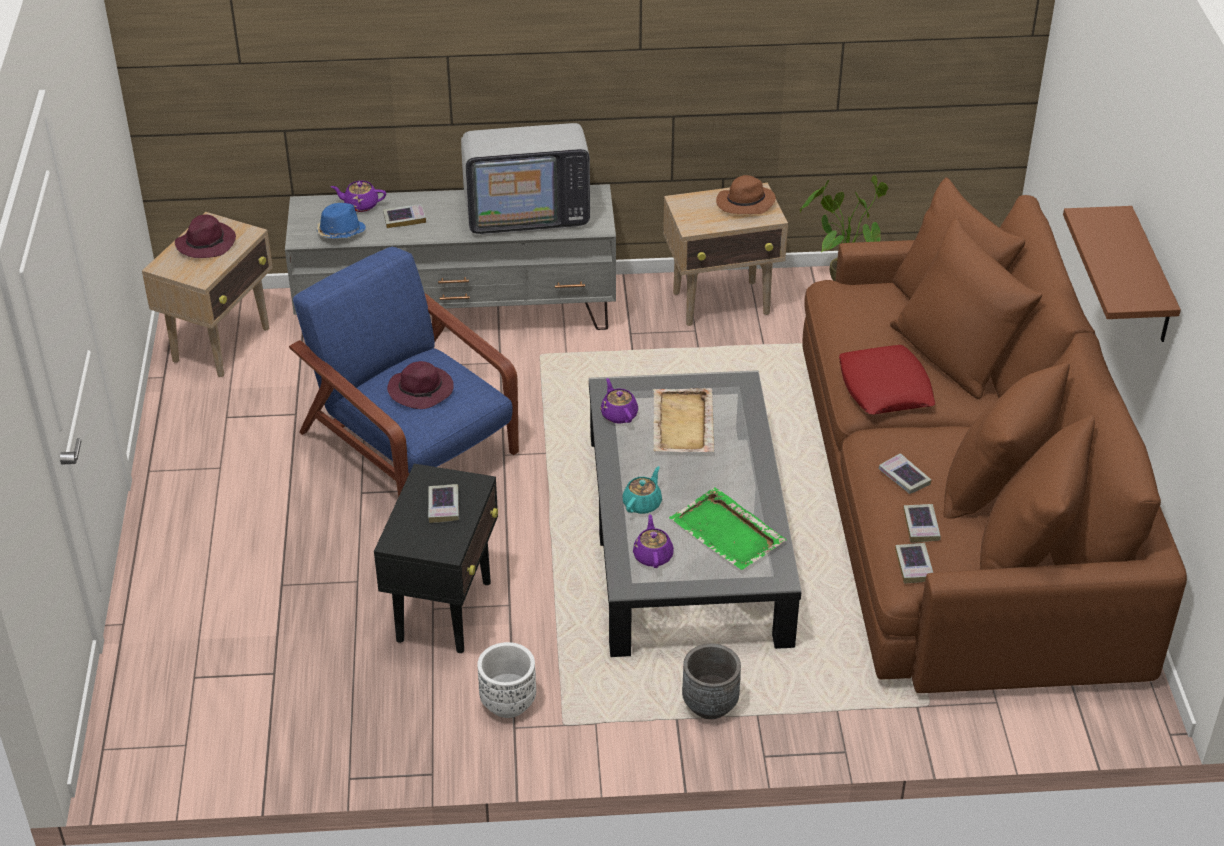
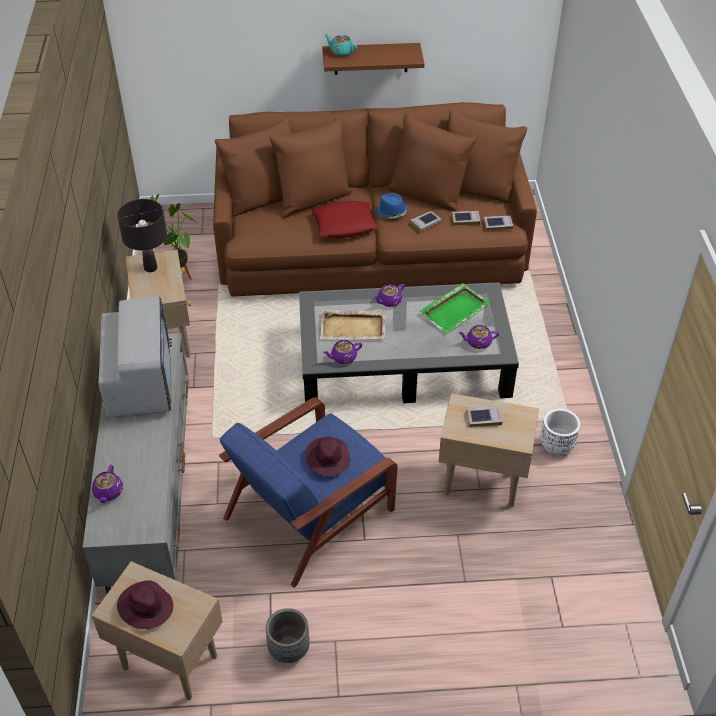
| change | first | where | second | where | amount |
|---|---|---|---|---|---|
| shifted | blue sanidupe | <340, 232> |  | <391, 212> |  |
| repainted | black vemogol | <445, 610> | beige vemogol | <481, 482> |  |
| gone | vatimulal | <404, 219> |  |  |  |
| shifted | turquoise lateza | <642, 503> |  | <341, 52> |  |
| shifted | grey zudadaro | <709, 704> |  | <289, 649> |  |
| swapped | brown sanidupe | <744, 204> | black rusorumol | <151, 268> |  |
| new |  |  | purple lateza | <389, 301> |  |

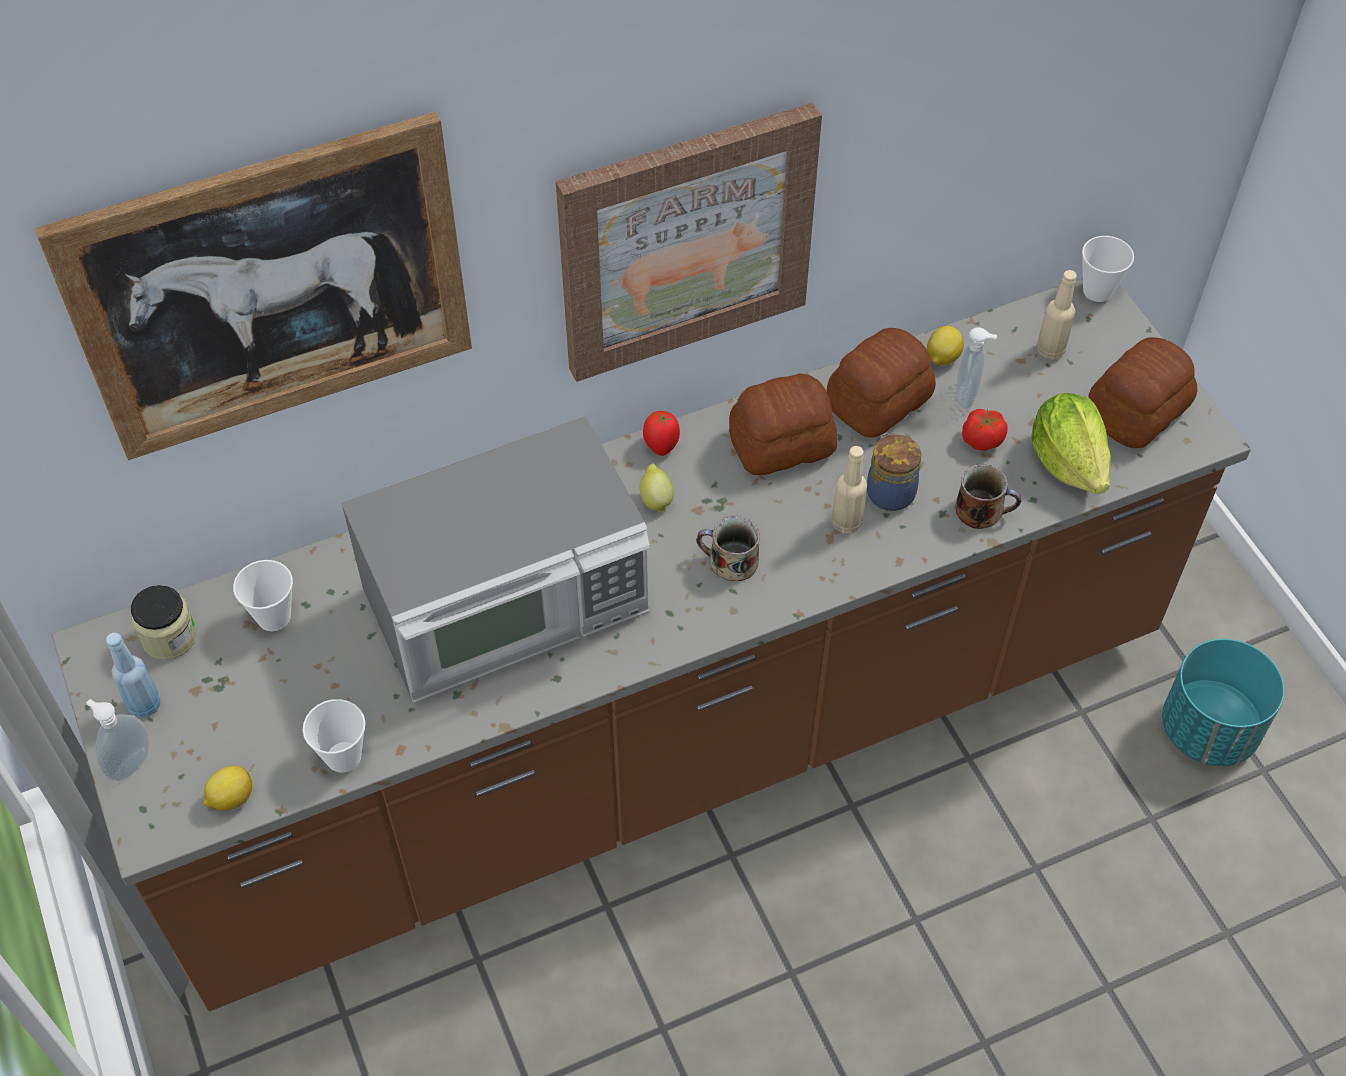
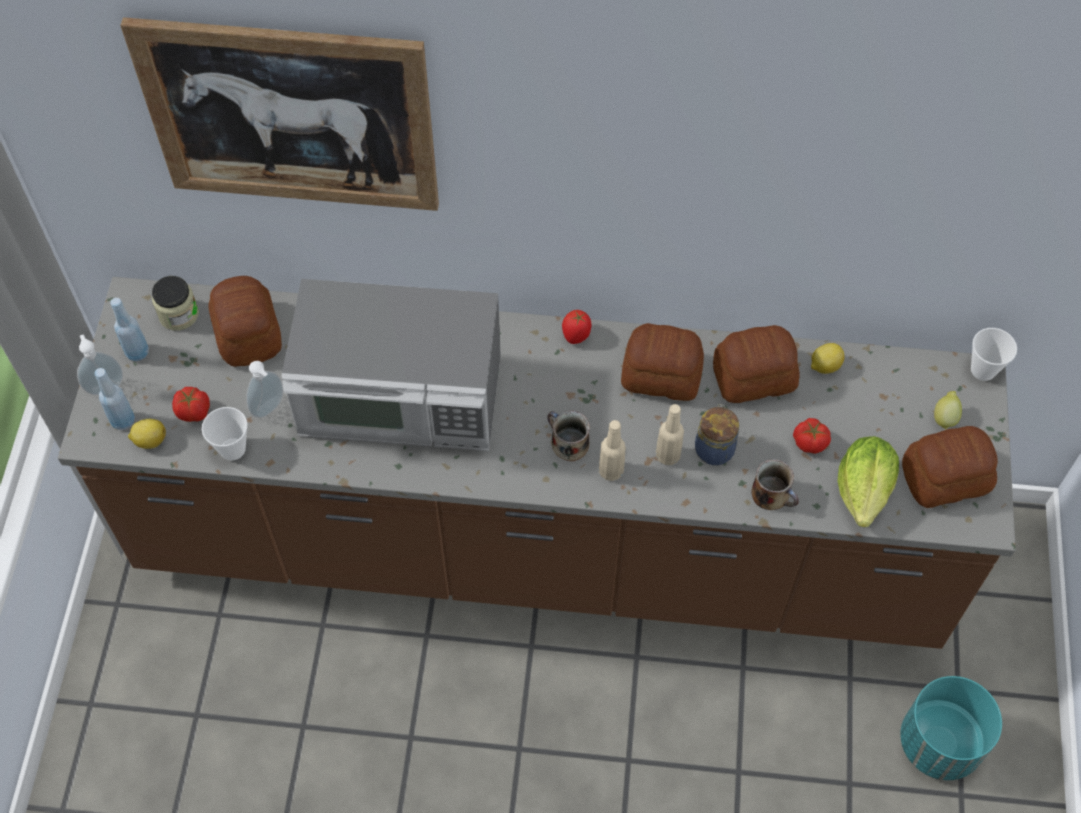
| change | first | where | second | where | amount |
|---|---|---|---|---|---|
| swapped | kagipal | <274, 617> | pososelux | <249, 333> |  |
| gone | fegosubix | <685, 241> |  |  |  |
| shifted | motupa | <656, 499> |  | <944, 417> |  |
| shifted | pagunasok | <968, 397> |  | <270, 408> |  |
| shifted | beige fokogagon | <1050, 350> |  | <610, 471> |  |
| new |  |  | blue fokogagon | <123, 420> |  |
| new |  |  | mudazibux | <194, 412> |  |

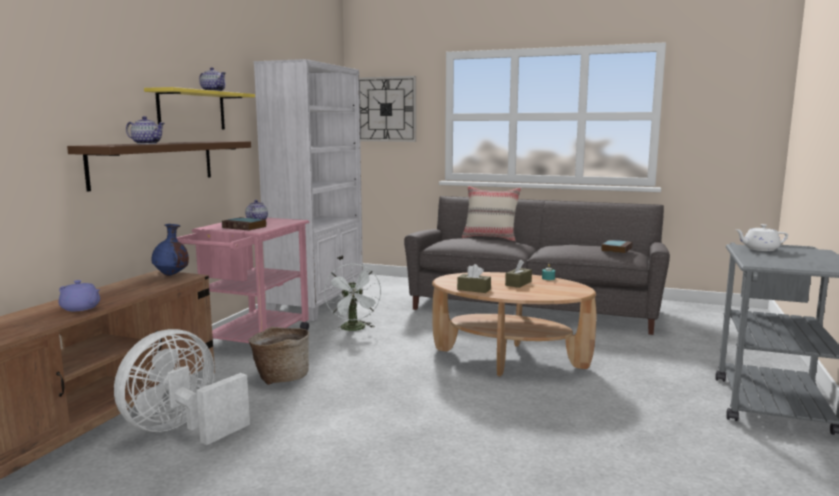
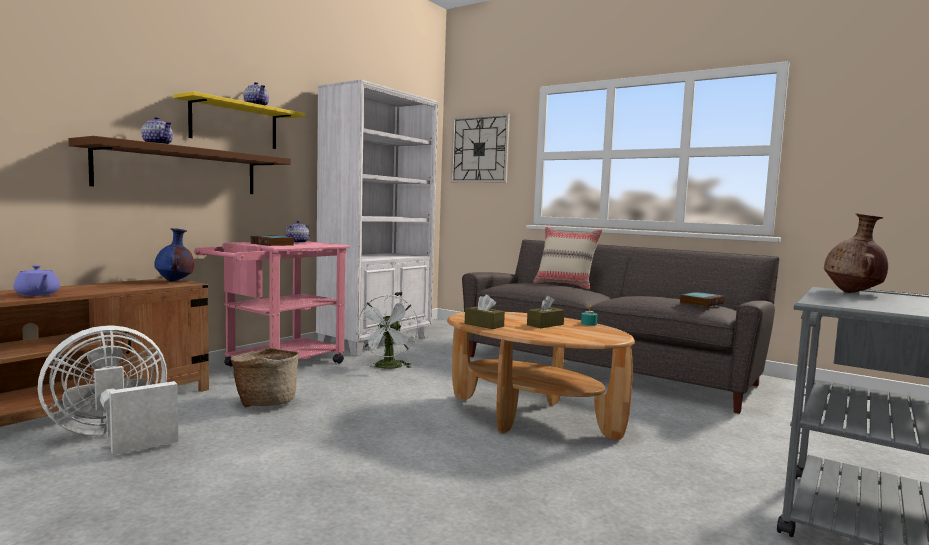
| change | first | where | second | where | amount |
|---|---|---|---|---|---|
| swapped | white lateza | <759, 249> | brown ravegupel | <853, 293> |  |

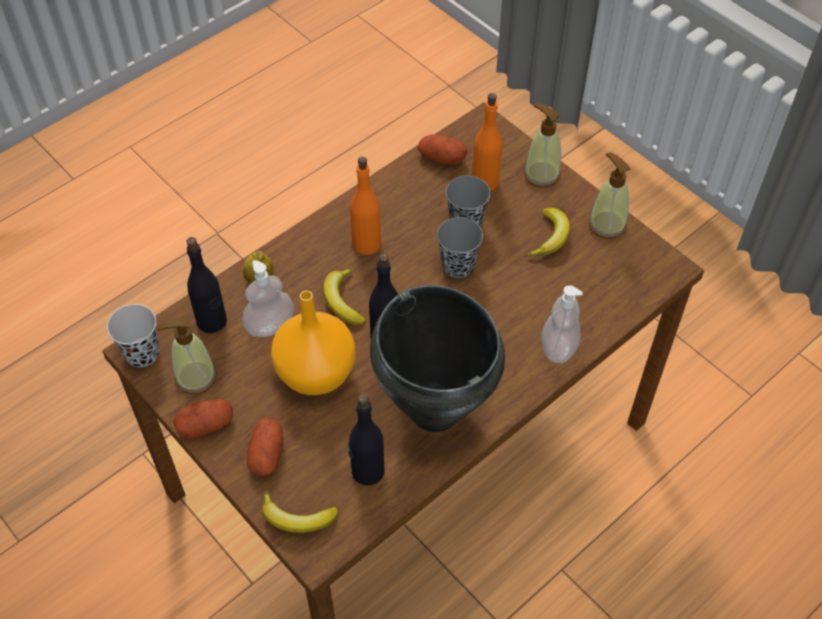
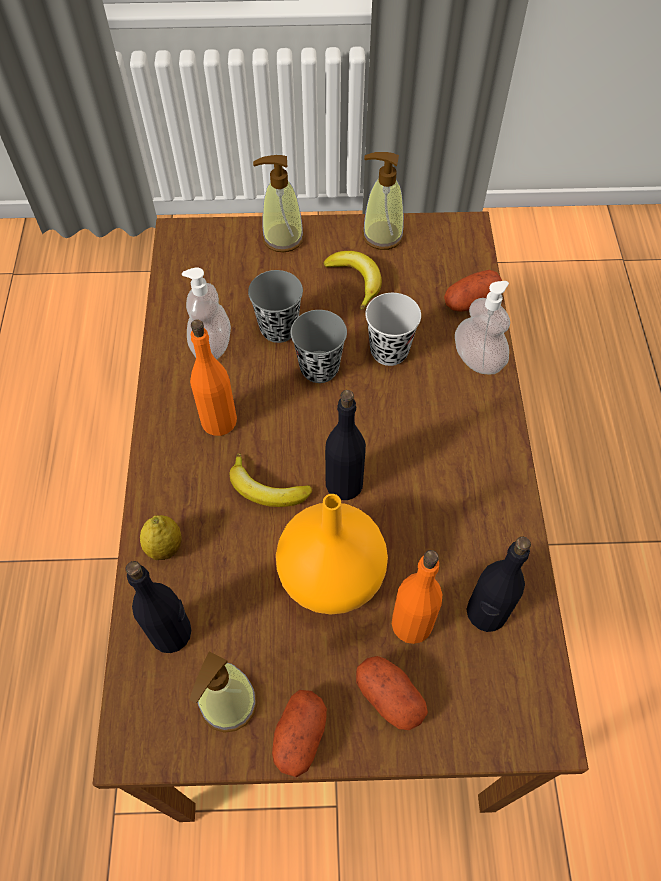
| change | first | where | second | where | amount |
|---|---|---|---|---|---|
| shifted | black kagipal | <142, 353> |  | <389, 351> |  |
| shifted | pagunasok | <270, 325> |  | <211, 346> |  |
| gone | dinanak | <297, 518> |  |  |  |
| gone | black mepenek | <435, 409> |  |  |  |
| shifted | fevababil | <441, 158> |  | <470, 301> |  |
| shifted | orange fokogagon | <485, 182> |  | <411, 623> |  |

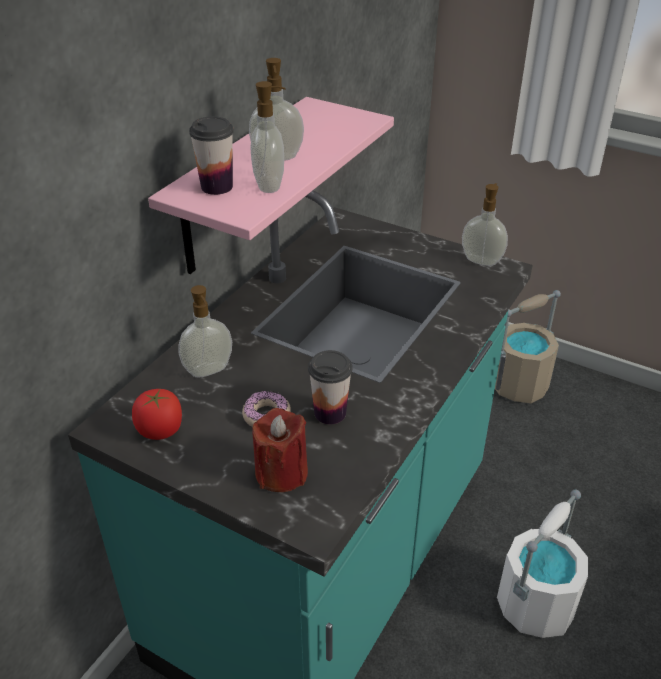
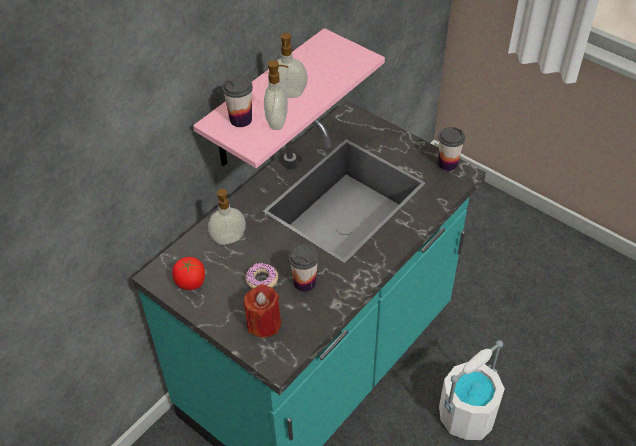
| change | first | where | second | where | amount |
|---|---|---|---|---|---|
| swapped | pagunasok | <482, 260> | kagipal | <447, 164> |  |
| gone | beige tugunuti | <519, 384> |  |  |  |

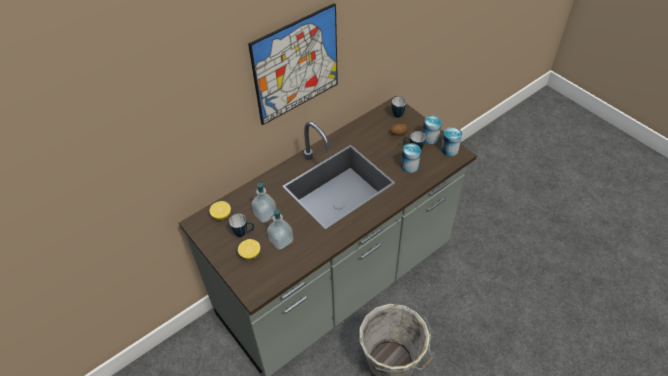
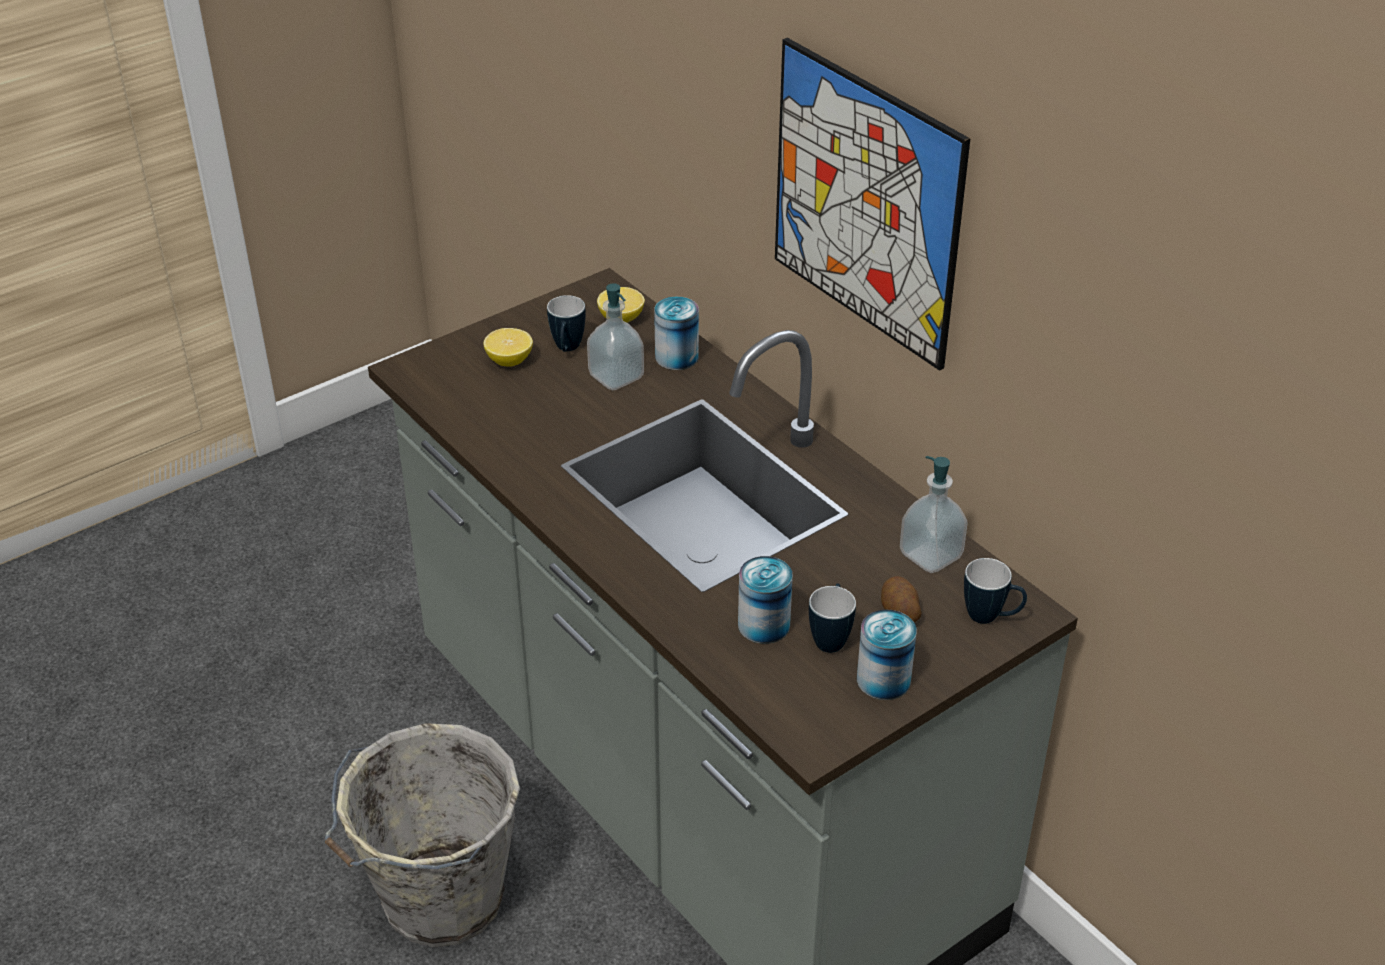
| change | first | where | second | where | amount |
|---|---|---|---|---|---|
| shifted | pagunasok | <281, 240> |  | <930, 555> |  |
| shifted | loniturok | <449, 149> |  | <676, 357> |  |

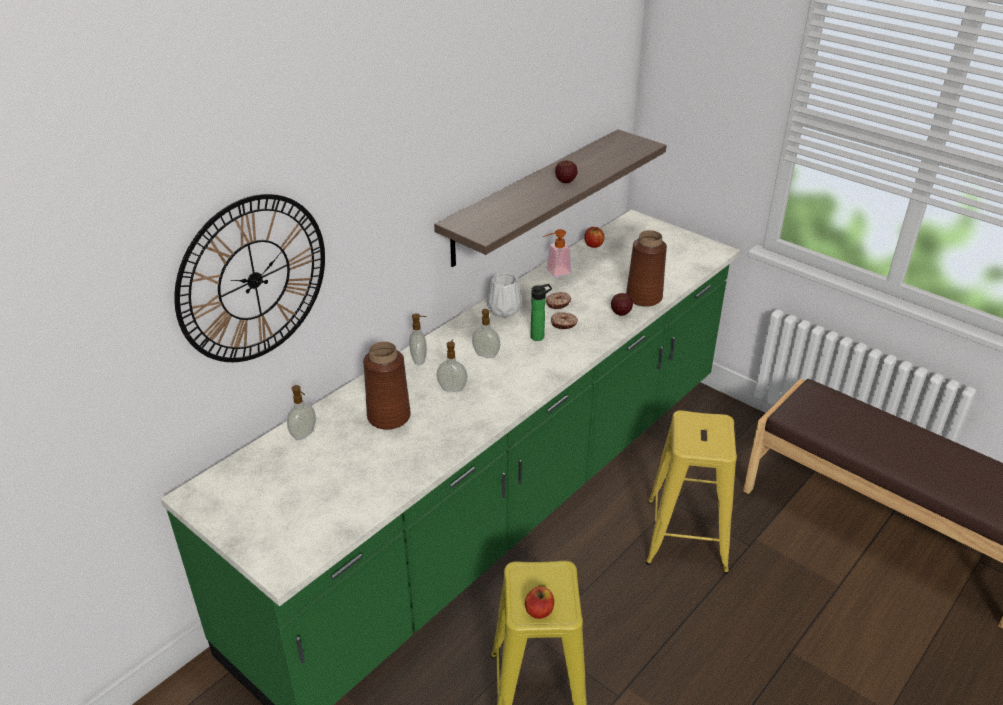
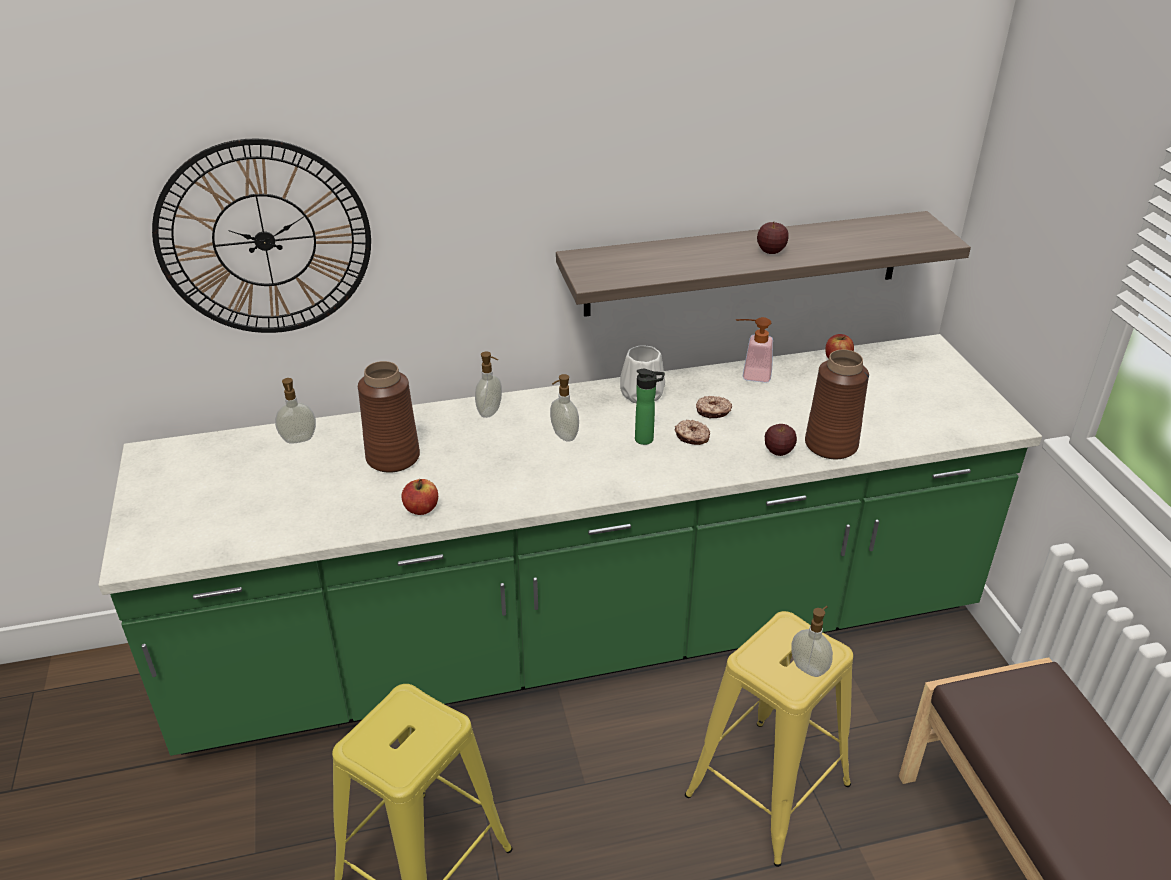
| change | first | where | second | where | amount |
|---|---|---|---|---|---|
| shifted | pagunasok | <452, 388> |  | <809, 667> |  |
| shifted | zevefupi | <539, 611> |  | <421, 509> |  |

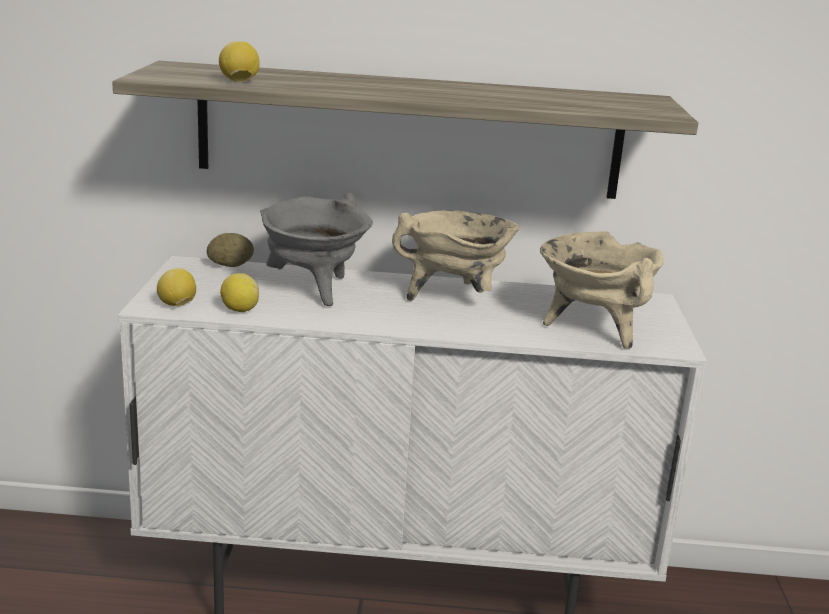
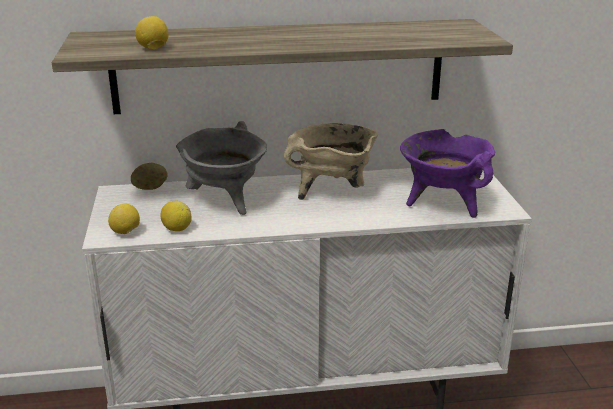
| change | first | where | second | where | amount |
|---|---|---|---|---|---|
| repainted | beige mepenek | <593, 329> | purple mepenek | <443, 204> |  |

